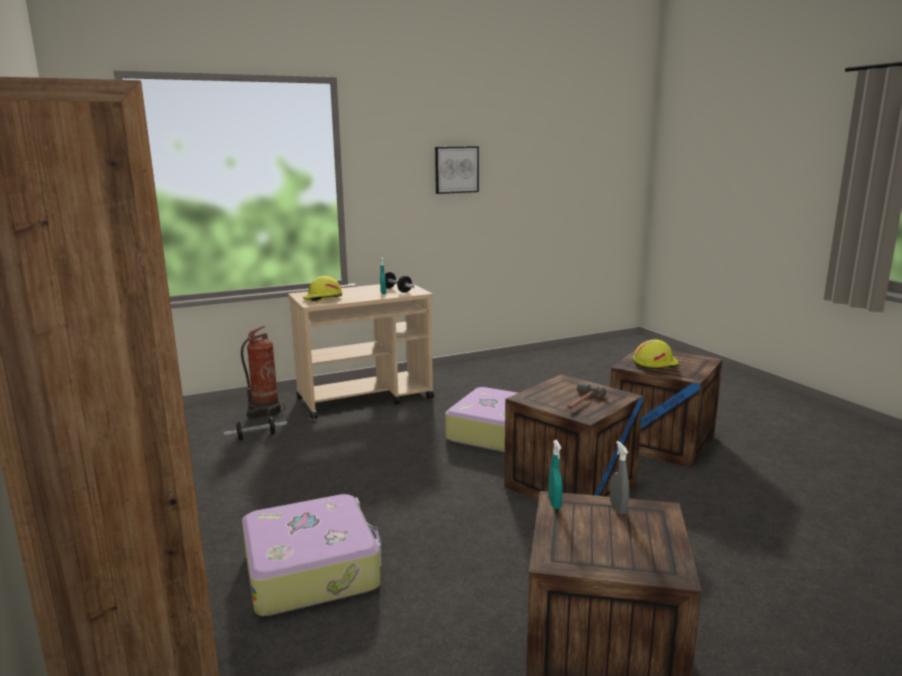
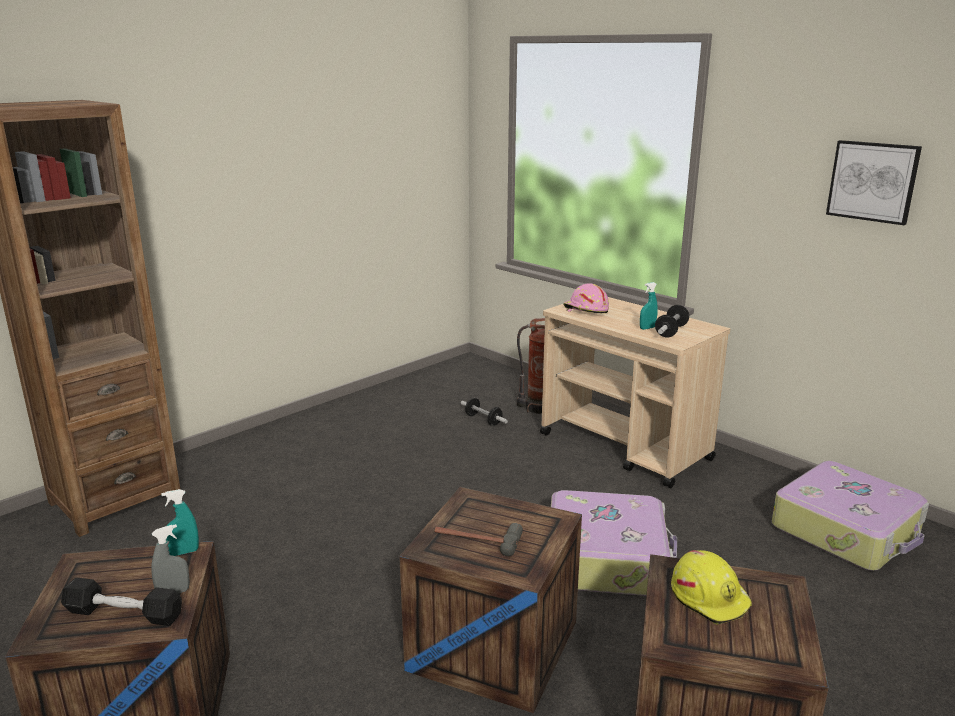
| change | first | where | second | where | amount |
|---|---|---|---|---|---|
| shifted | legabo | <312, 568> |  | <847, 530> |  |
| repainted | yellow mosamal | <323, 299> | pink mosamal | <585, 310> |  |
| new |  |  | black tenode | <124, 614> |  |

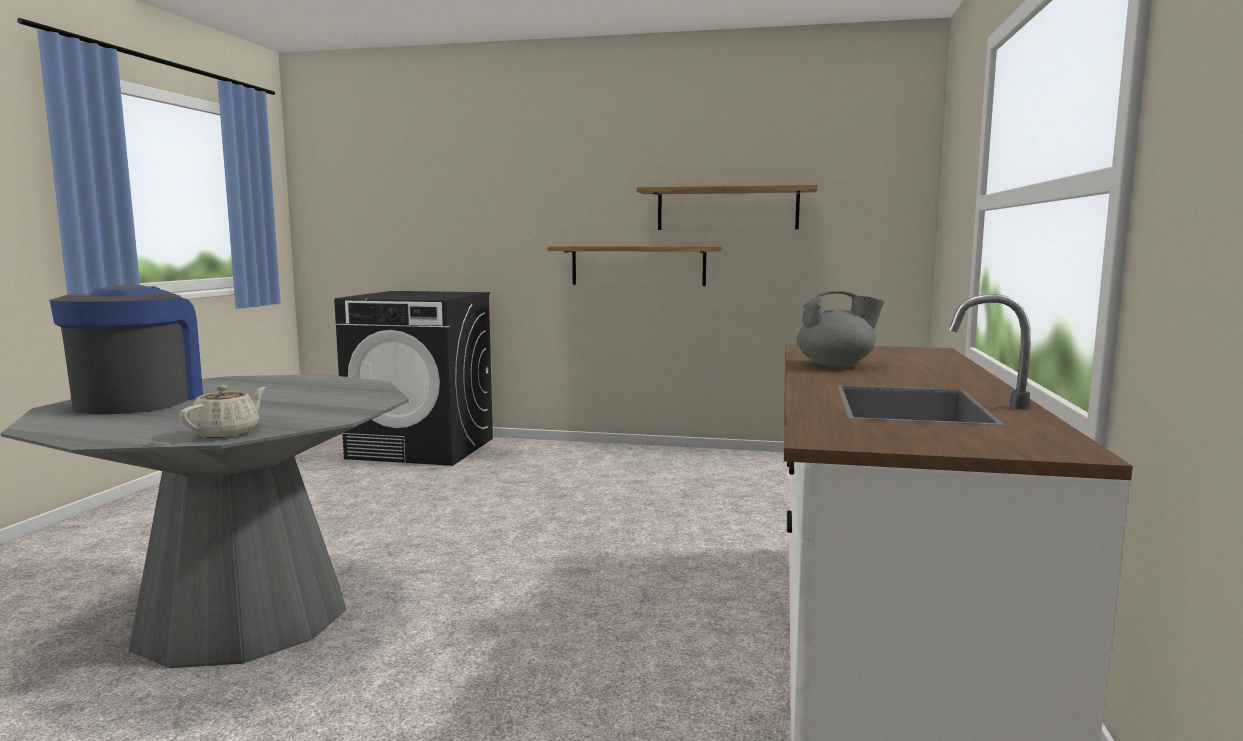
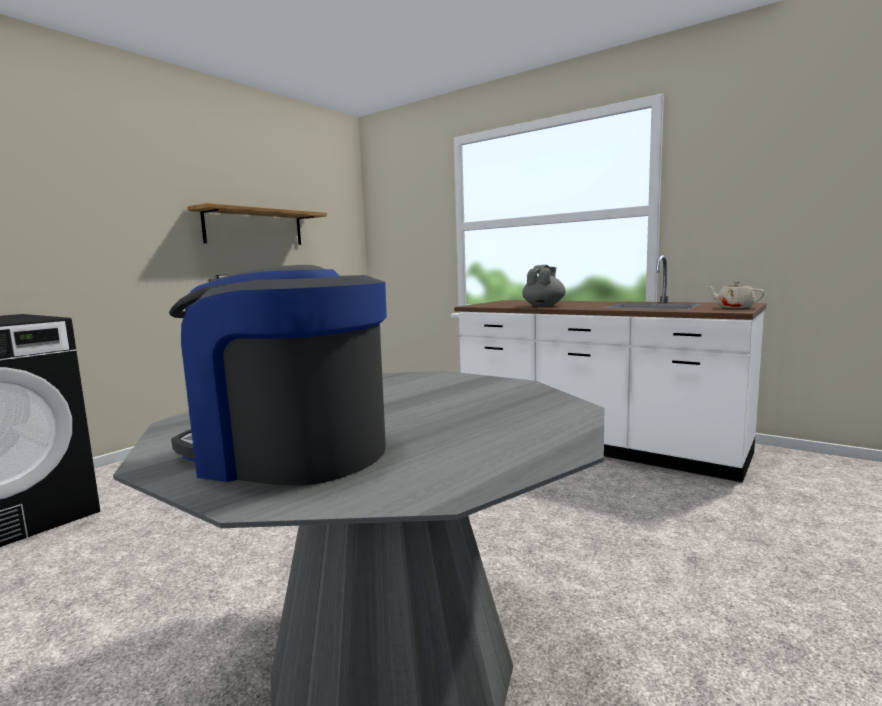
| change | first | where | second | where | amount |
|---|---|---|---|---|---|
| shifted | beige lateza | <227, 433> |  | <734, 307> |  |
| gone | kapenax | <638, 265> |  |  |  |

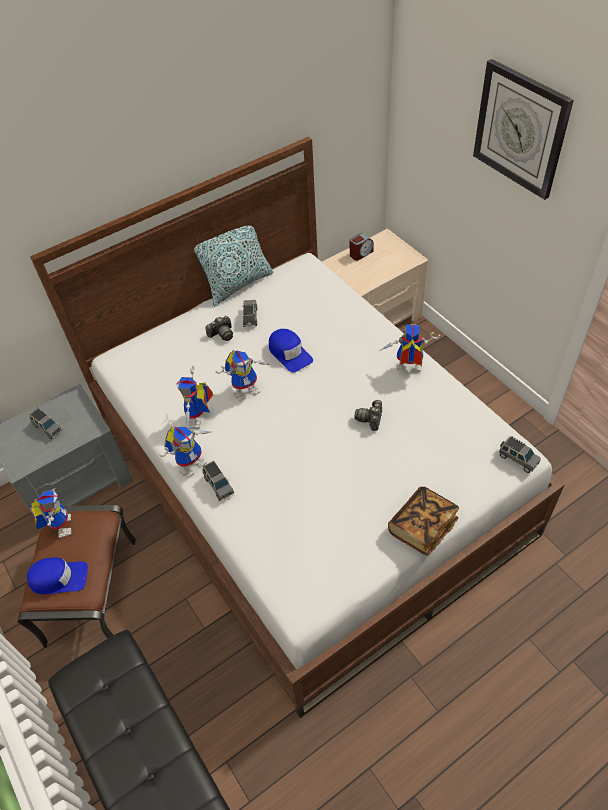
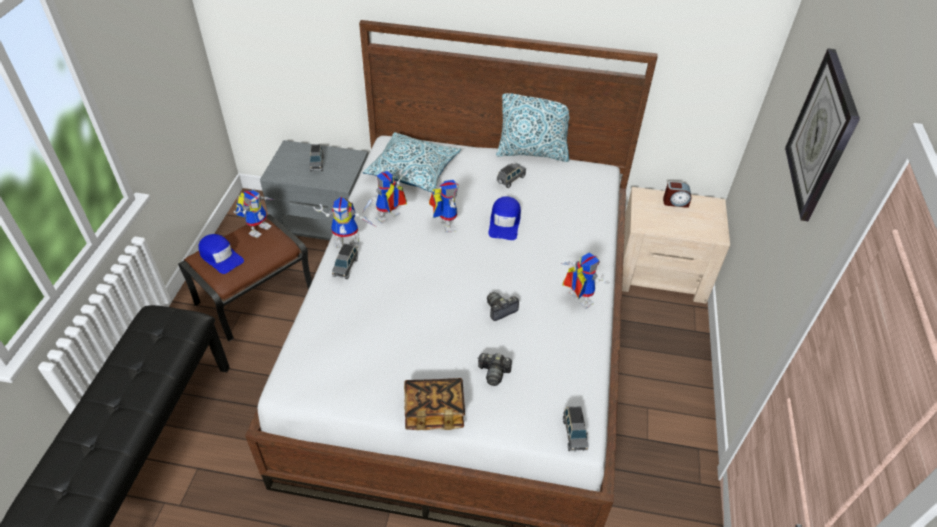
| change | first | where | second | where | amount |
|---|---|---|---|---|---|
| shifted | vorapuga | <222, 334> |  | <494, 373> |  |
| rotated | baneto | <247, 389> |  | <444, 223> | 120 degrees counterclockwise |
| new |  |  | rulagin | <413, 170> |  |

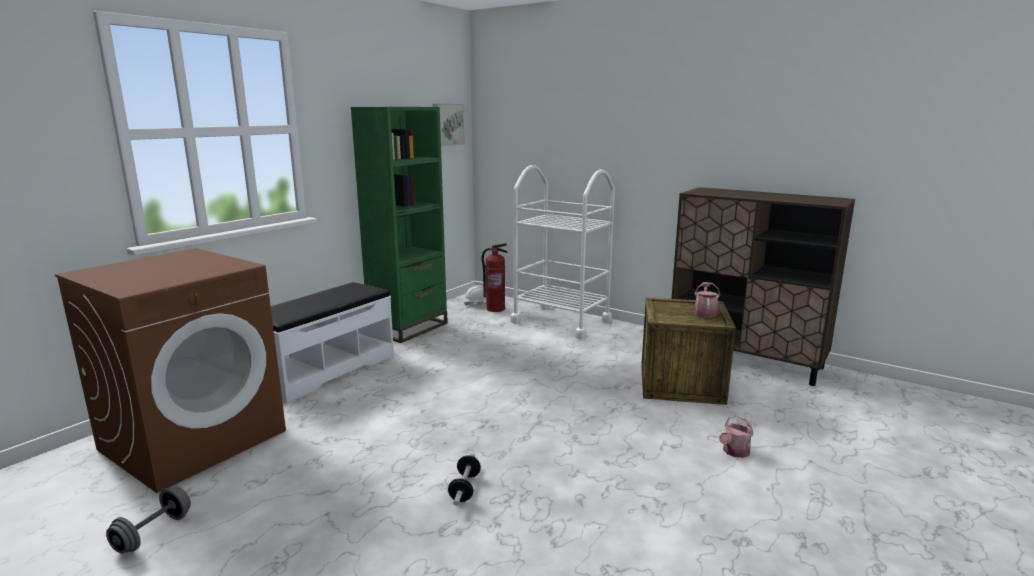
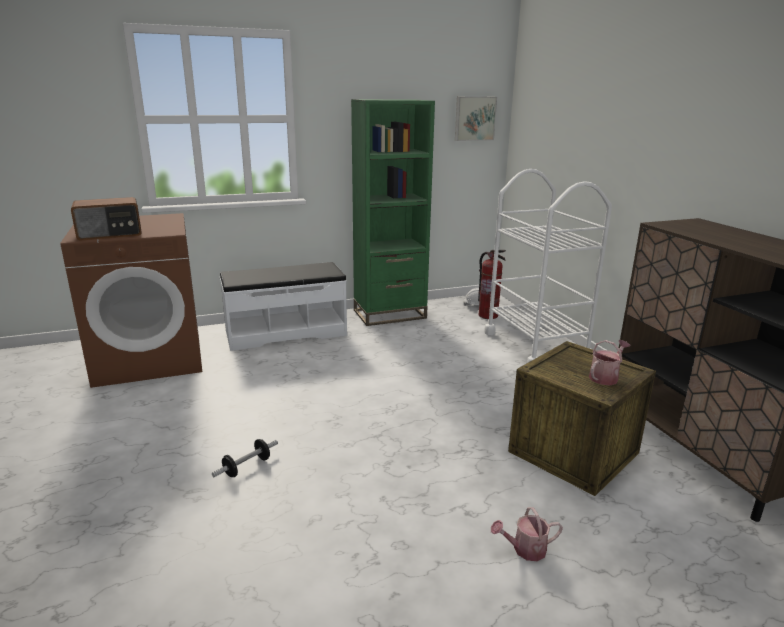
| change | first | where | second | where | amount |
|---|---|---|---|---|---|
| gone | grey tenode | <153, 533> |  |  |  |
| new |  |  | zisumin | <110, 234> |  |

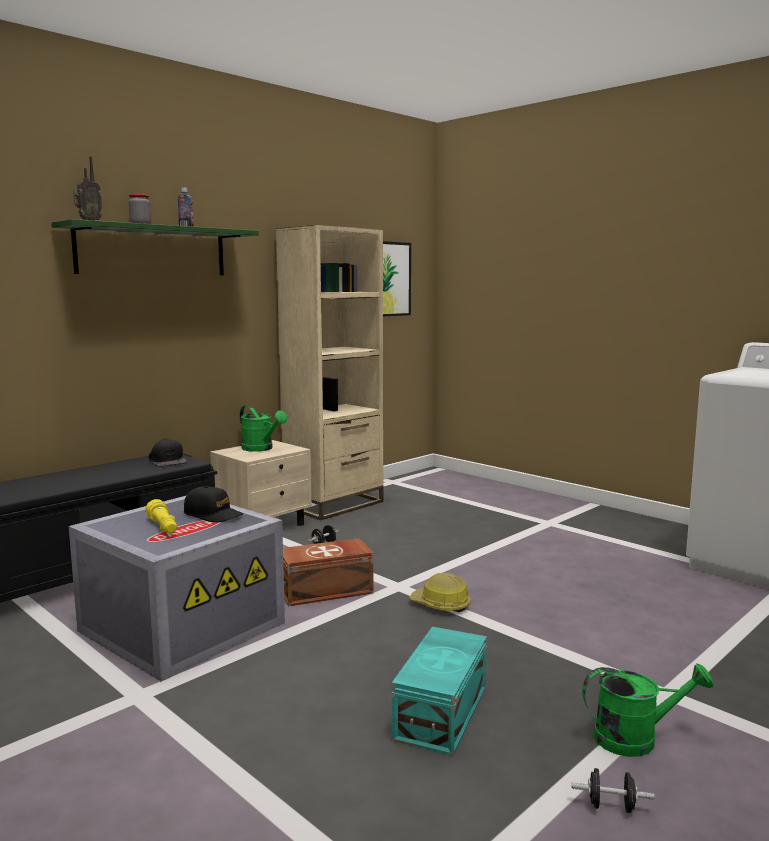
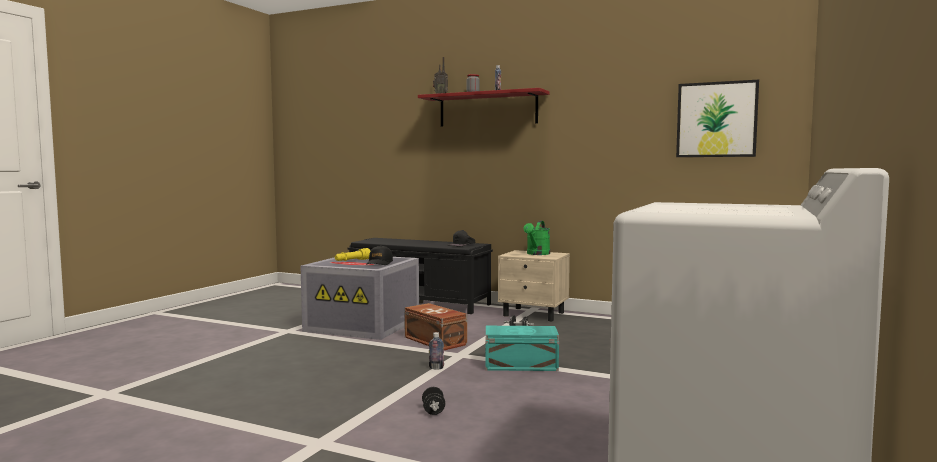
| change | first | where | second | where | amount |
|---|---|---|---|---|---|
| repainted | green kapenax | <152, 251> | red kapenax | <487, 109> |  |
| gone | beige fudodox | <334, 504> |  |  |  |
| shifted | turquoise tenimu | <443, 712> |  | <522, 365> |  |
| swapped | mosamal | <440, 605> | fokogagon | <436, 368> |  |
| shifted | black tenode | <611, 806> |  | <433, 411> |  |
| gone | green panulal | <636, 738> |  |  |  |

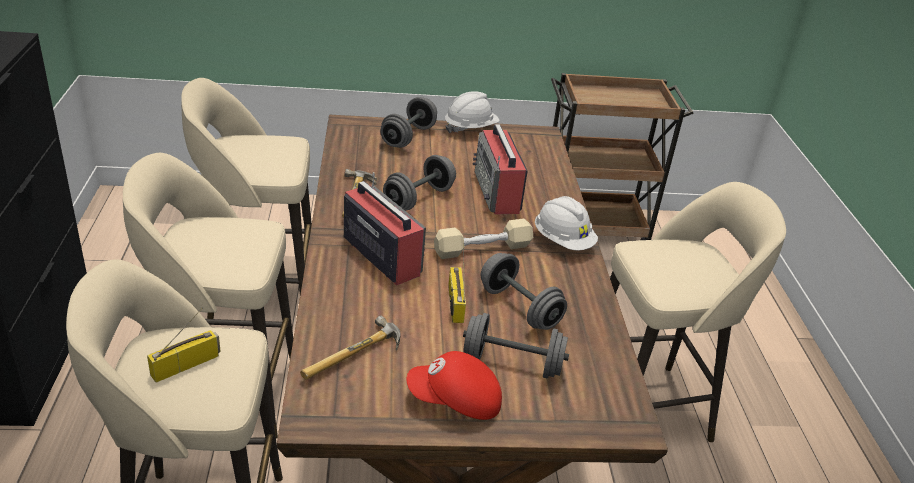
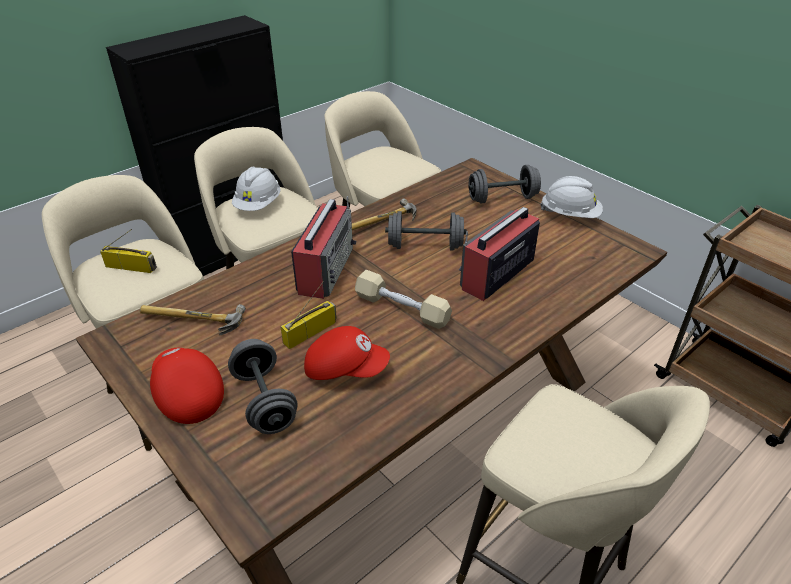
| change | first | where | second | where | amount |
|---|---|---|---|---|---|
| swapped | grey tenode | <519, 308> | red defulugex | <345, 368> |  |
| shifted | white mosamal | <563, 241> |  | <258, 204> |  |

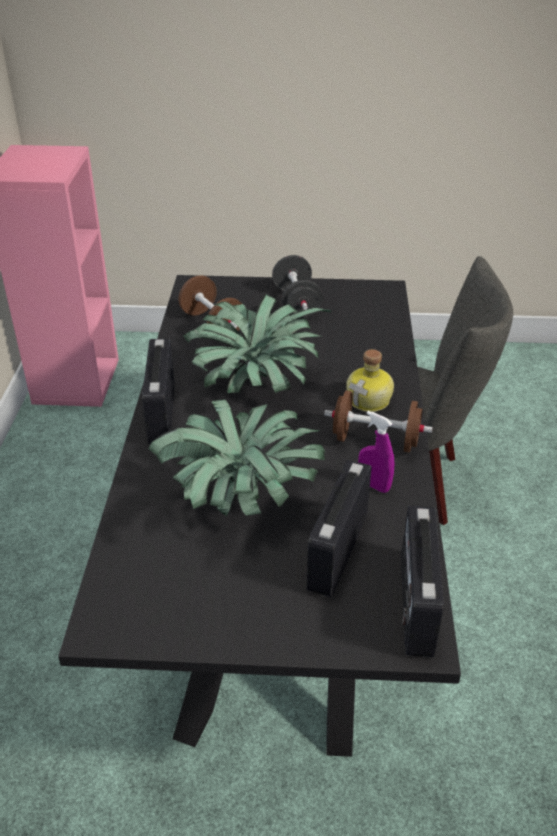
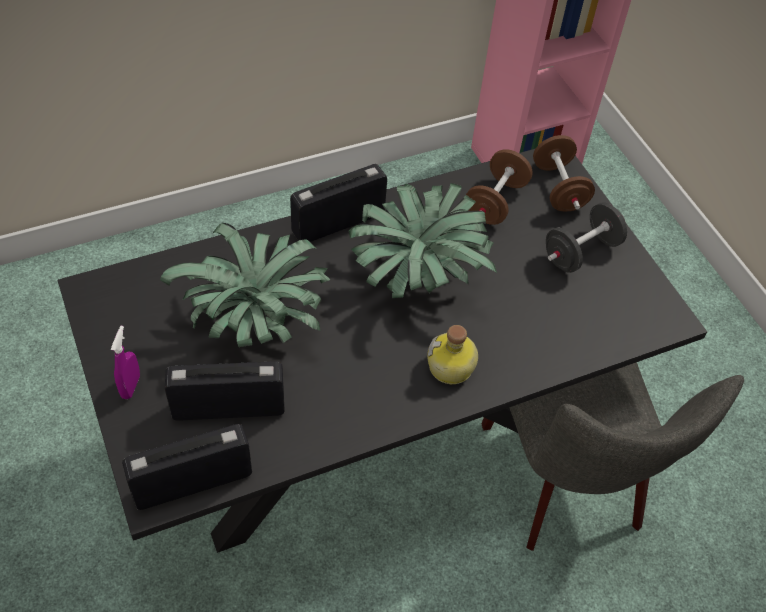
| change | first | where | second | where | amount |
|---|---|---|---|---|---|
| shifted | brown tenode | <375, 441> |  | <559, 188> |  |
| shifted | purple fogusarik | <374, 485> |  | <131, 386> |  |

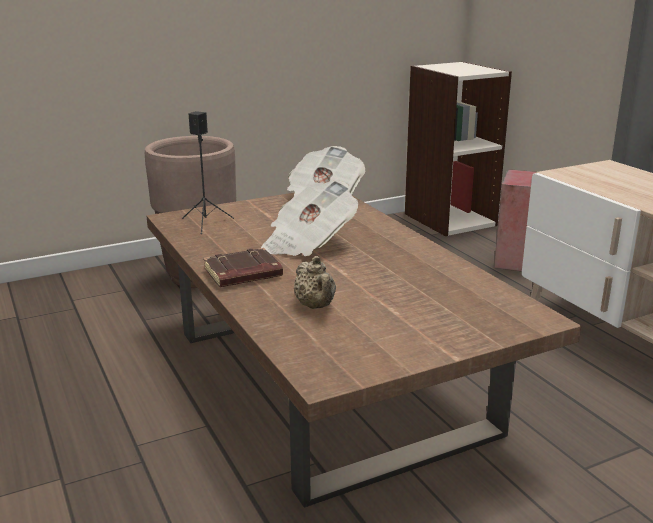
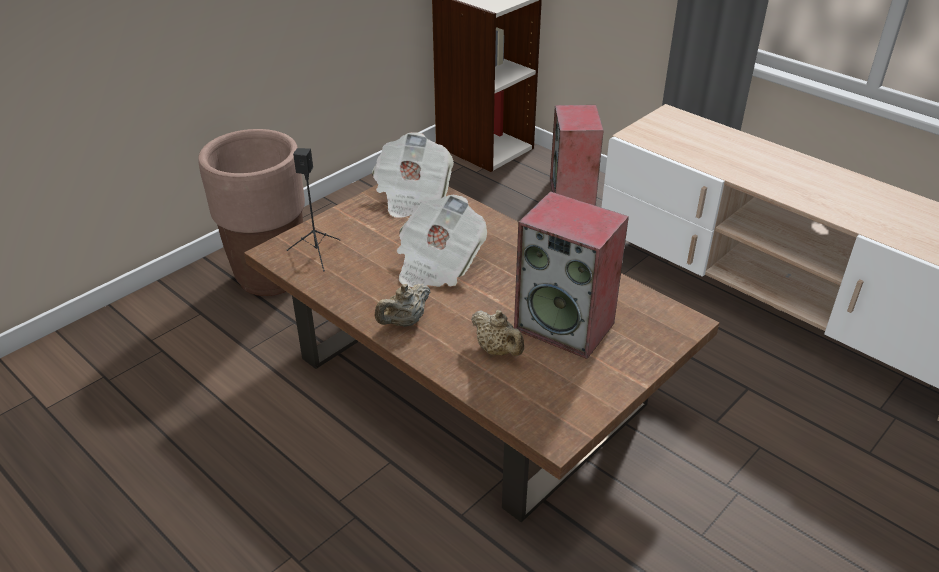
| change | first | where | second | where | amount |
|---|---|---|---|---|---|
| swapped | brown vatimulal | <242, 274> | beige lateza | <404, 322> |  |
| new |  |  | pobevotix | <566, 326> |  |

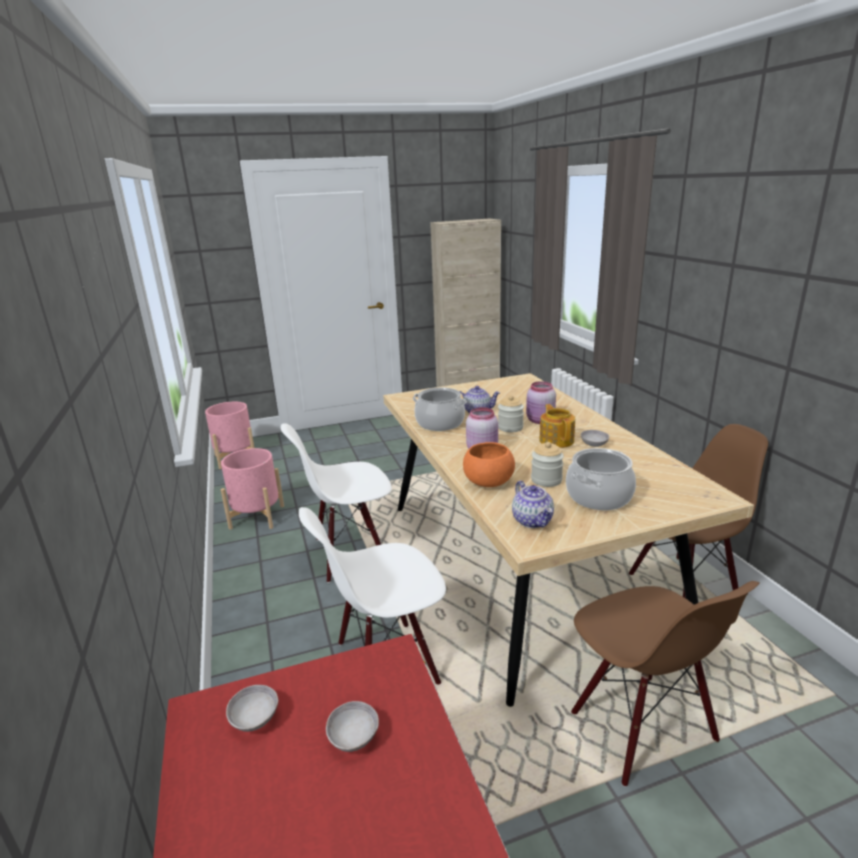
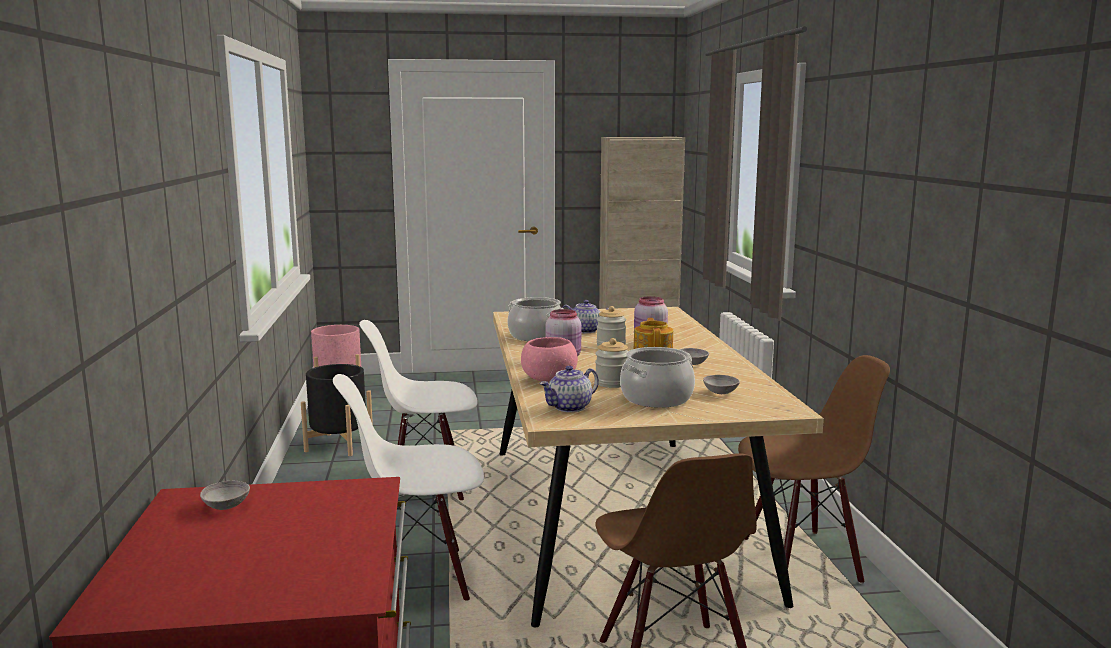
| change | first | where | second | where | amount |
|---|---|---|---|---|---|
| repainted | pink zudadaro | <257, 517> | black zudadaro | <339, 444> |  |
| shifted | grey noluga | <353, 737> |  | <720, 392> |  |
| repainted | orange noluga | <488, 482> | pink noluga | <549, 379> |  |
| rotated | lateza | <533, 521> |  | <569, 407> | 60 degrees clockwise |

